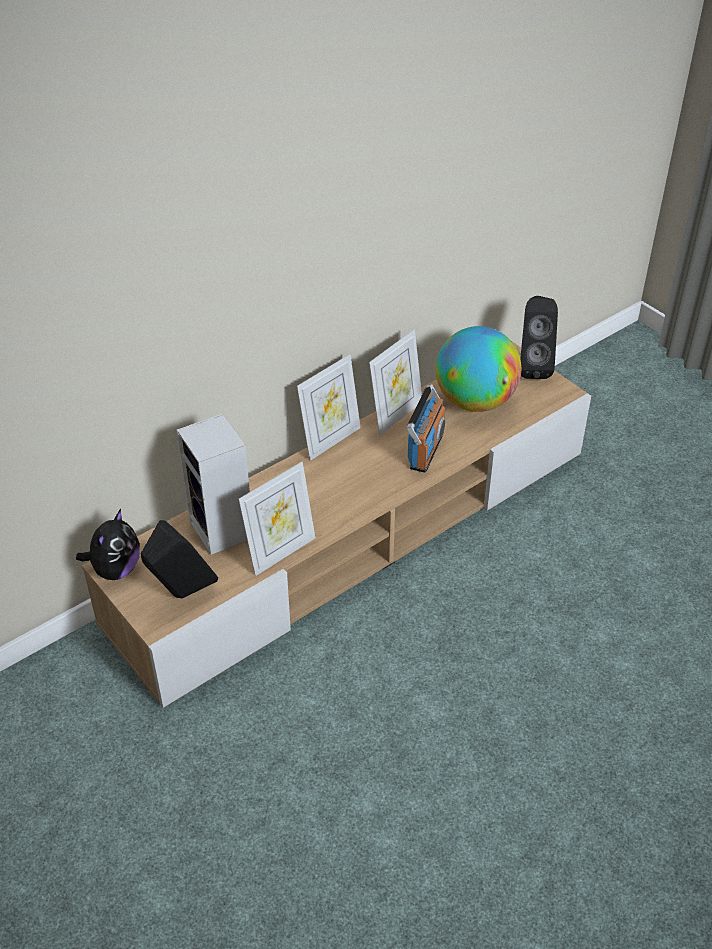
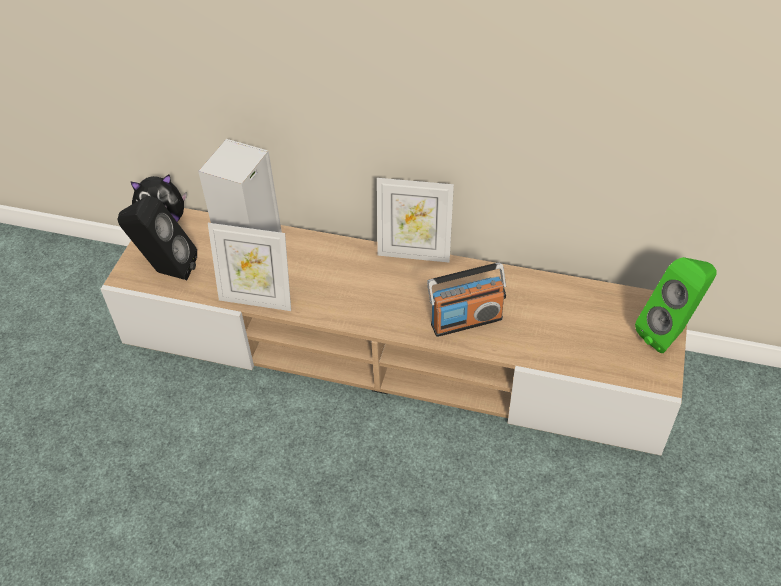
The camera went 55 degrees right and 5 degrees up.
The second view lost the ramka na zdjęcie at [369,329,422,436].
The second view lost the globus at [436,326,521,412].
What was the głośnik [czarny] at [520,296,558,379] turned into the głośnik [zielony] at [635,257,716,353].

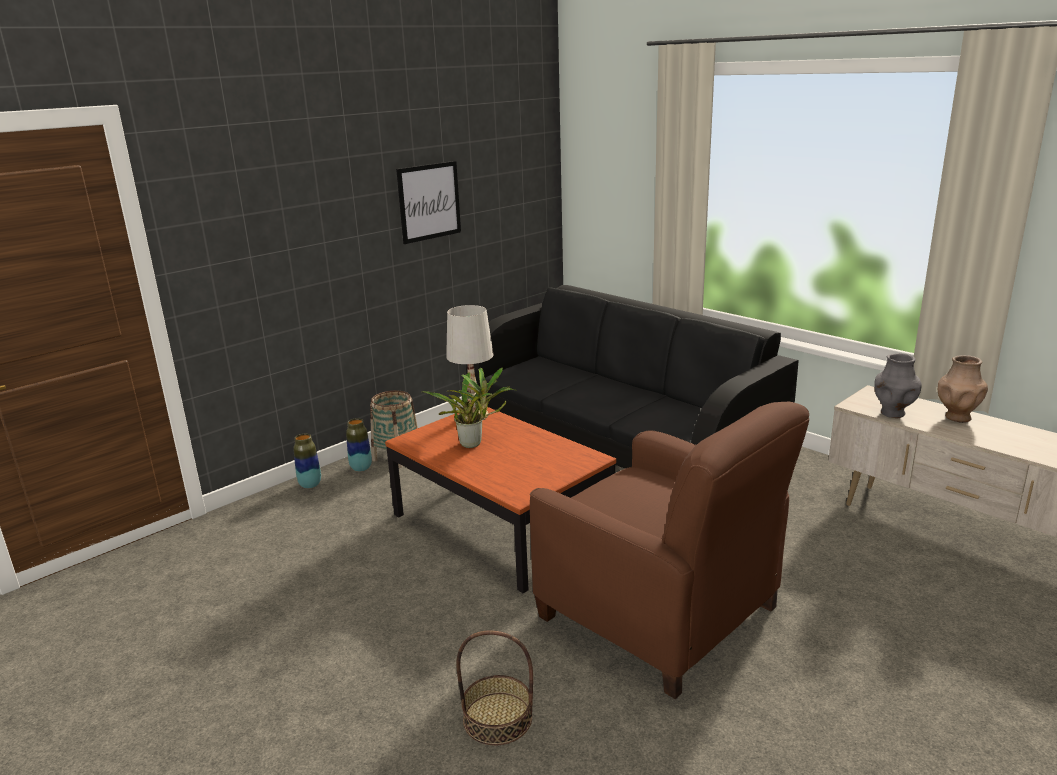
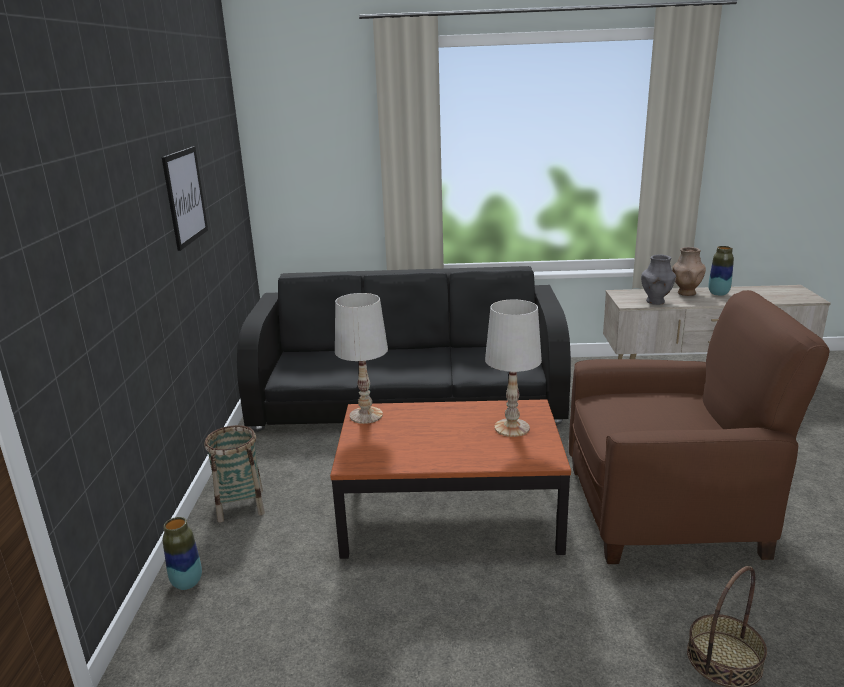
The camera went 45 degrees left and 0 degrees up.
The second view lost the roślina doniczkowa at [421,367,517,448].
The second view gained the lampa stołowa [biały] at [485,299,542,437].
The wazon ended up elsewhere, having gone from [346,418,372,472] to [708,246,734,296].

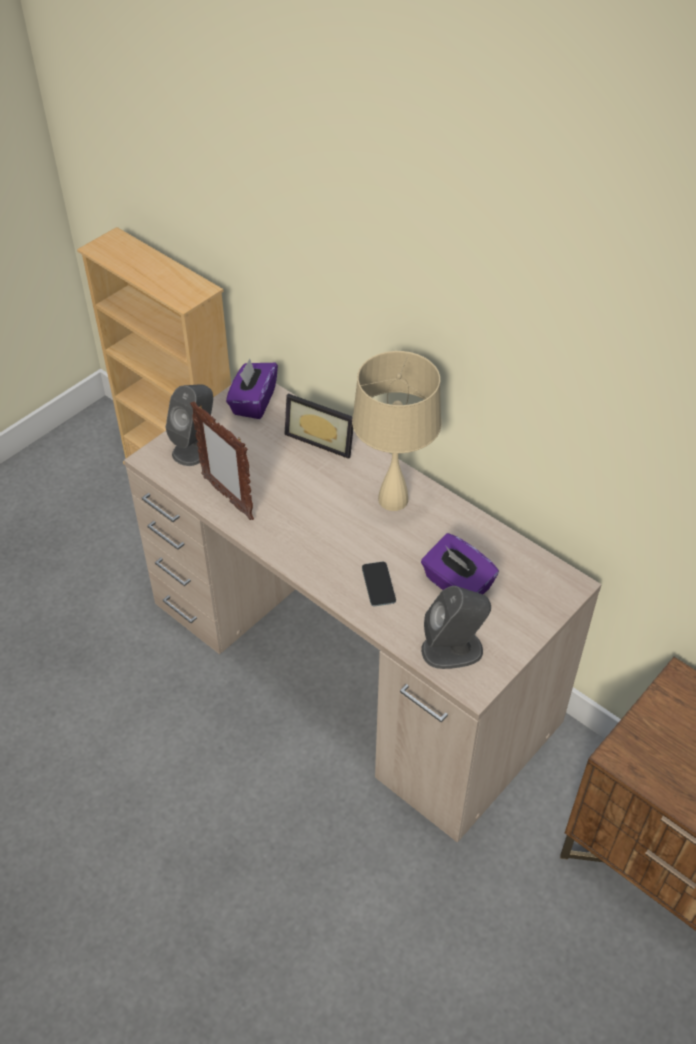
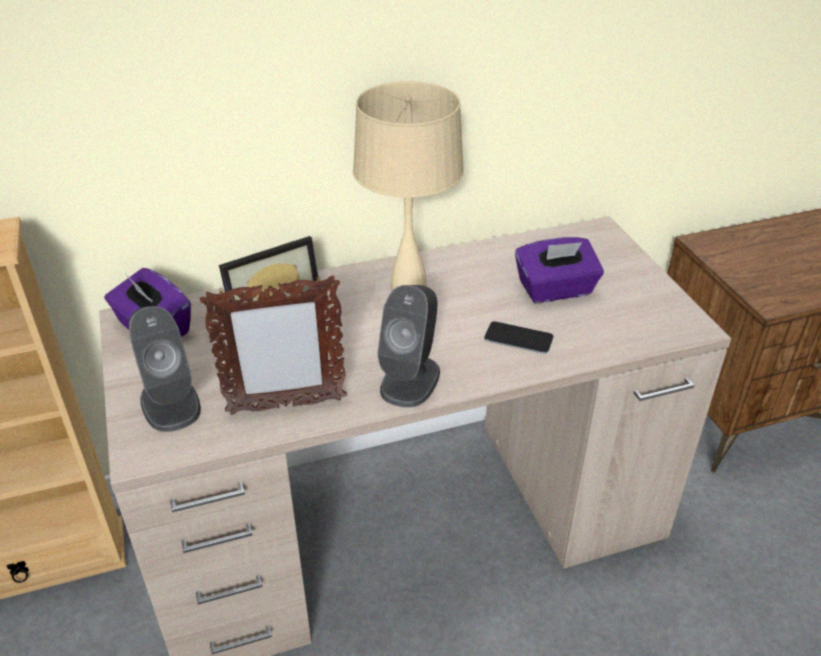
The camera went 60 degrees left and 10 degrees down.
The głośnik [szary] ended up elsewhere, having gone from [421,586,491,669] to [377,285,440,408].

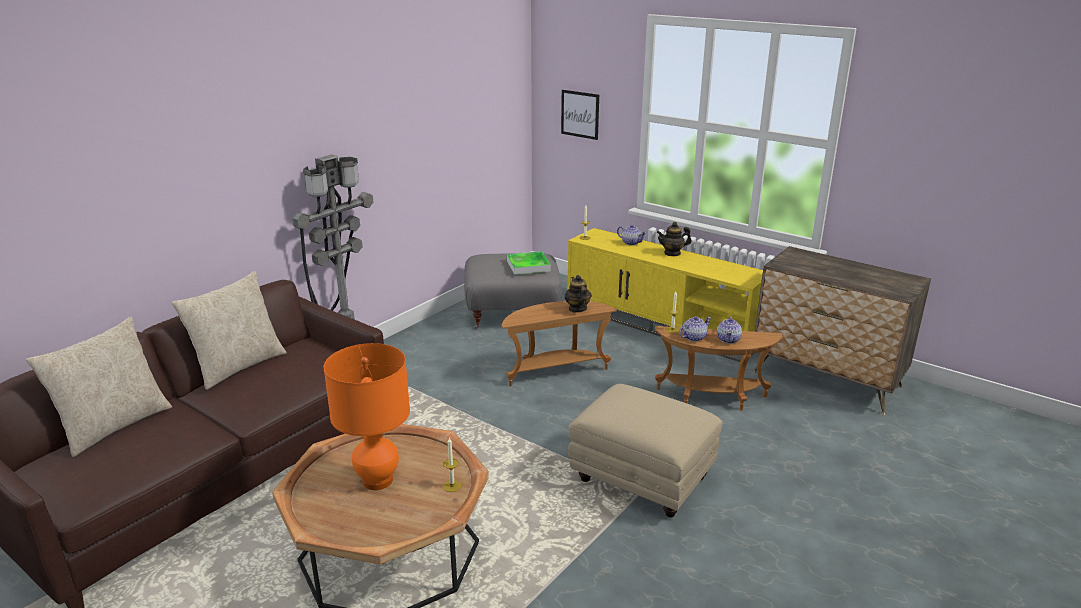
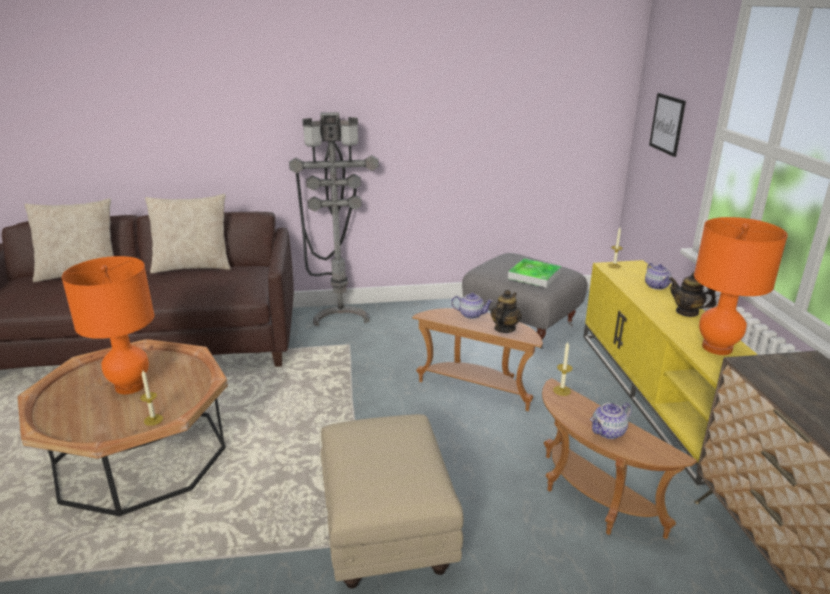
The camera went 45 degrees right and 0 degrees up.
The second view gained the lampa stołowa [pomarańczowy] at [694,217,788,355].
The imbryk ended up elsewhere, having gone from [679,316,711,342] to [451,293,493,319].

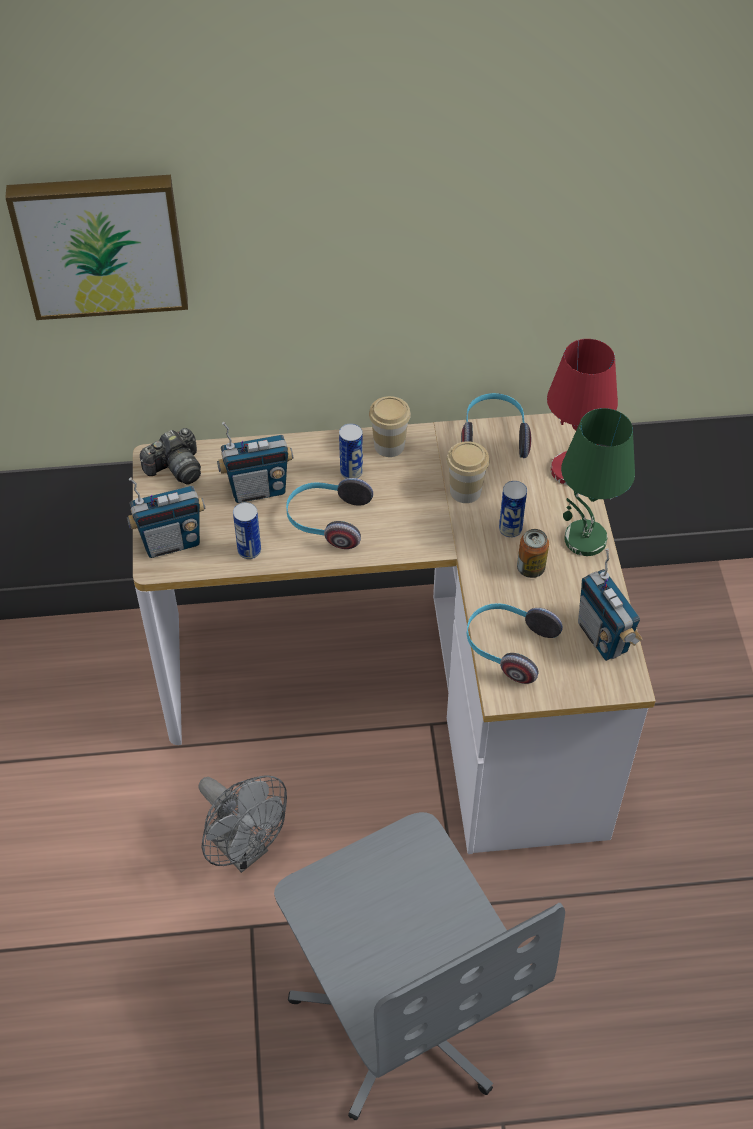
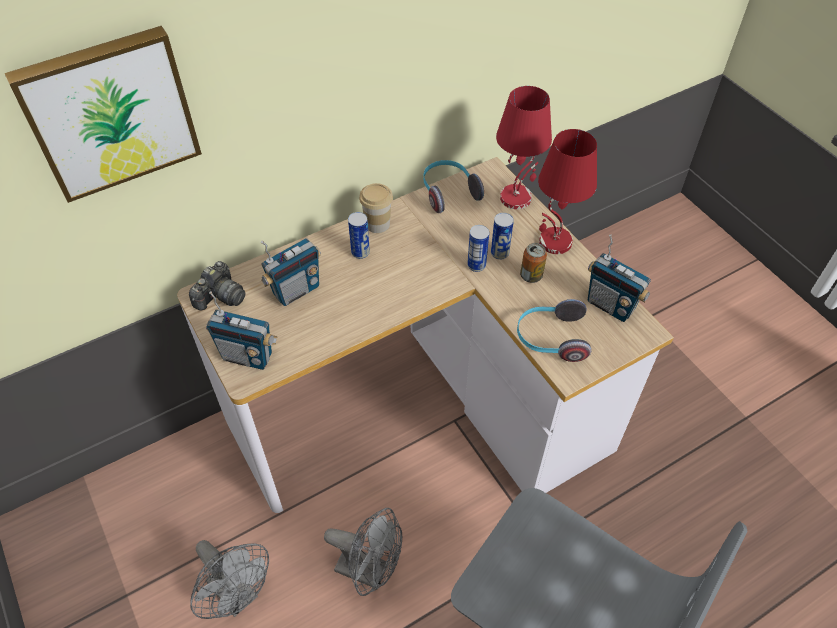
The camera went 25 degrees left and 0 degrees up.
The second view lost the słuchawki at [286,478,373,549].
The second view lost the filiżanka at [447,441,489,503].
The second view gained the wentylator [szary] at [190,540,269,619].
The puszka ended up elsewhere, having gone from [233,502,261,559] to [467,225,489,272].
What was the lampa stołowa [zielony] at [561,408,635,556] turned into the lampa stołowa [czerwony] at [538,129,597,254].
The radio at [127,477,205,558] ended up facing another way, 60 degrees clockwise from before.

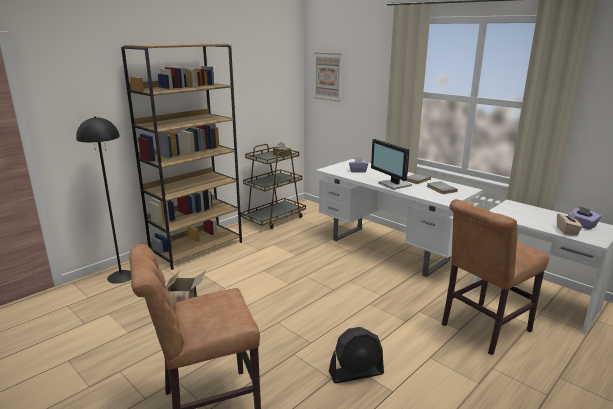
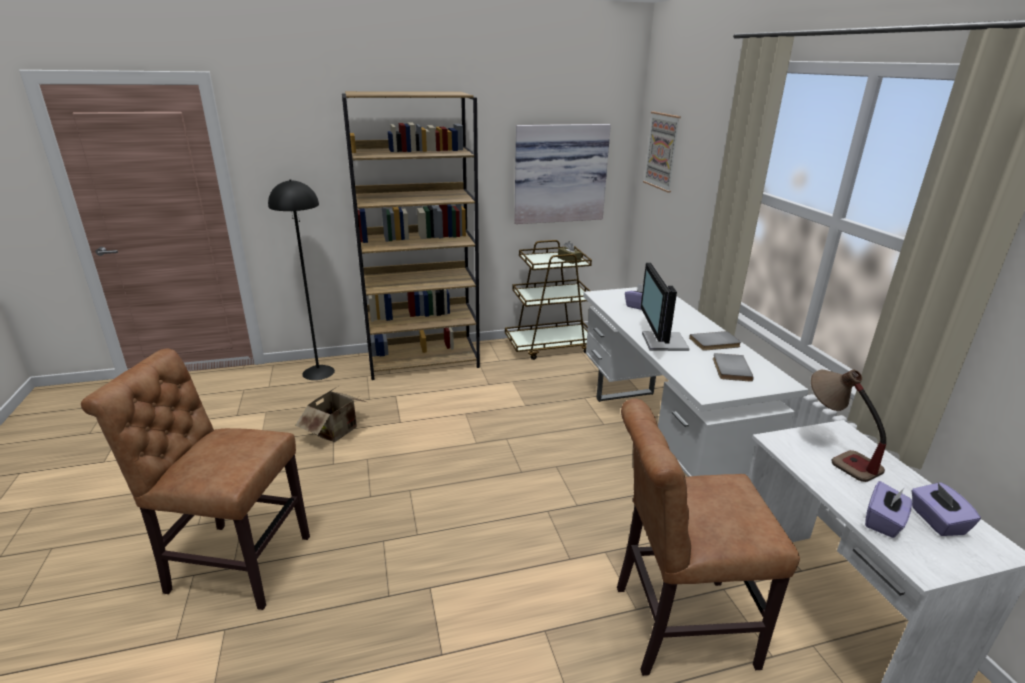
The camera went 30 degrees right and 5 degrees up.
The second view lost the wentylator [czarny] at [329,327,384,384].
The second view gained the obraz at [514,124,611,224].
The second view gained the lampa stołowa at [811,369,886,482].
What was the pudełko chusteczek [beżowy] at [557,211,583,235] turned into the pudełko chusteczek [fioletowy] at [865,481,912,538].

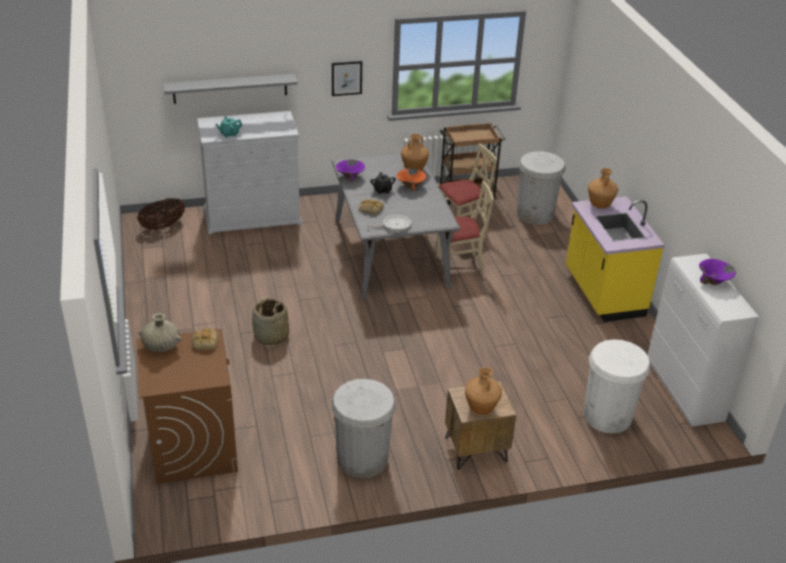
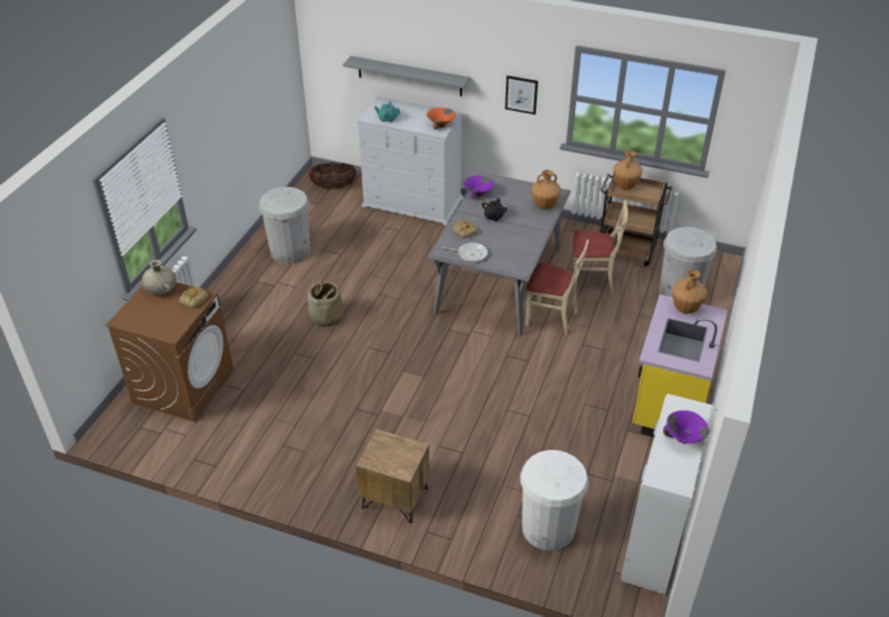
The camera went 35 degrees right and 5 degrees up.
The kosz na śmieci [biały] ended up elsewhere, having gone from [331,379,396,478] to [259,187,310,265].
The miska [pomarańczowy] ended up elsewhere, having gone from [397,168,426,192] to [426,108,455,130].
The wazon [brązowy] ended up elsewhere, having gone from [465,367,502,415] to [613,150,643,190].

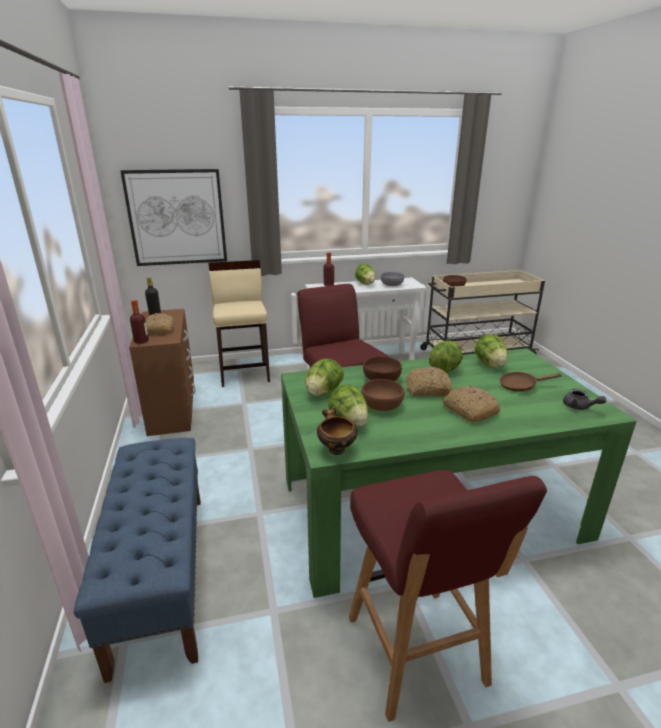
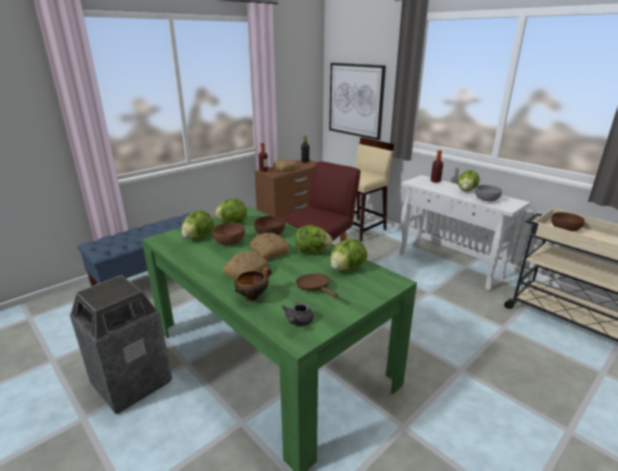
The camera went 60 degrees right and 0 degrees up.
The miska ended up elsewhere, having gone from [317,408,358,455] to [234,265,272,302].
Where the stołek [czerwony] stood at [349,470,547,722], the kosz na śmieci came to stand at [70,275,172,414].

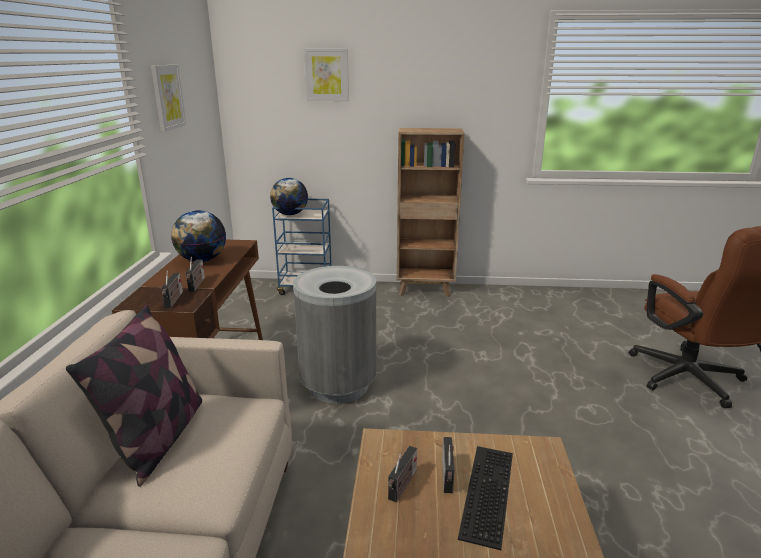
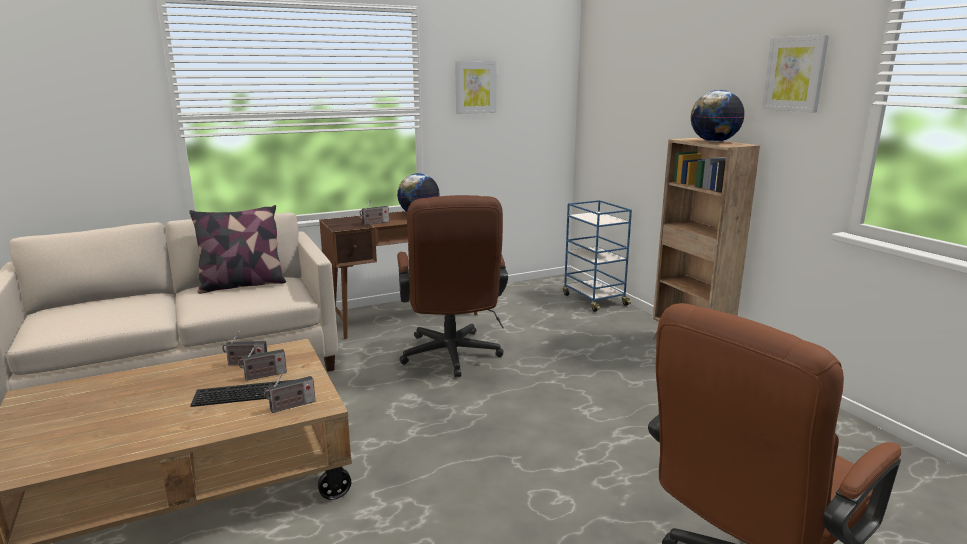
The camera went 60 degrees right and 5 degrees down.
The radio ended up elsewhere, having gone from [161,271,183,308] to [264,371,315,413].
The globus ended up elsewhere, having gone from [270,178,308,215] to [691,90,745,142].
The obraz ended up elsewhere, having gone from [304,49,349,101] to [762,35,829,112].
Where the kosz na śmieci [szary] stood at [293,266,377,403], the krzesło biurowe [brązowy] came to stand at [397,195,508,377].

